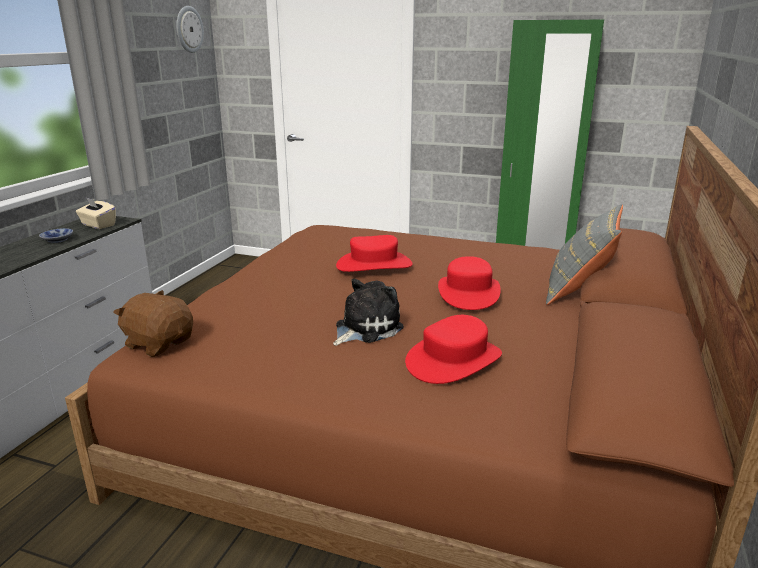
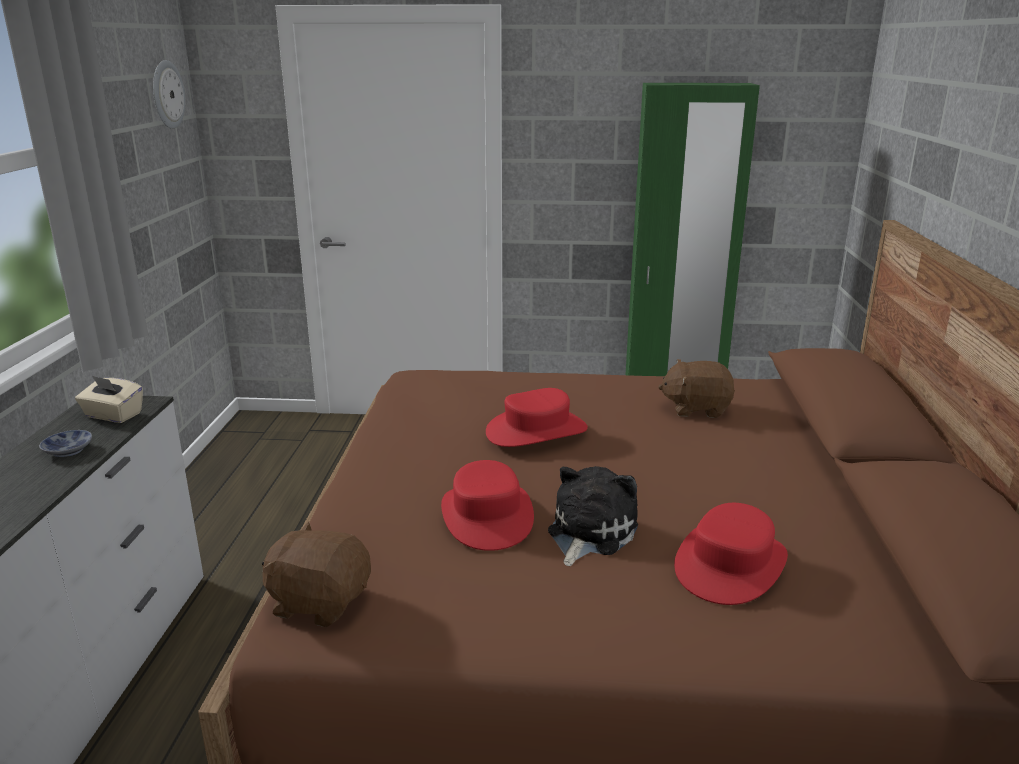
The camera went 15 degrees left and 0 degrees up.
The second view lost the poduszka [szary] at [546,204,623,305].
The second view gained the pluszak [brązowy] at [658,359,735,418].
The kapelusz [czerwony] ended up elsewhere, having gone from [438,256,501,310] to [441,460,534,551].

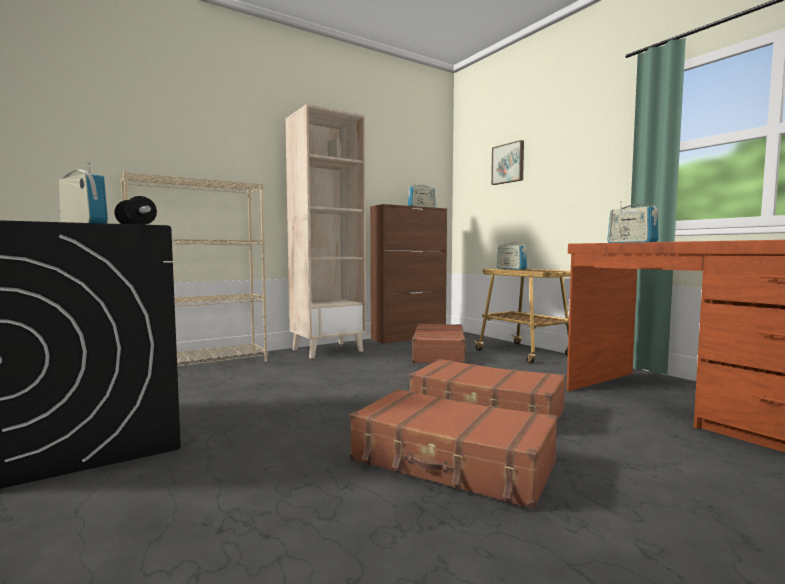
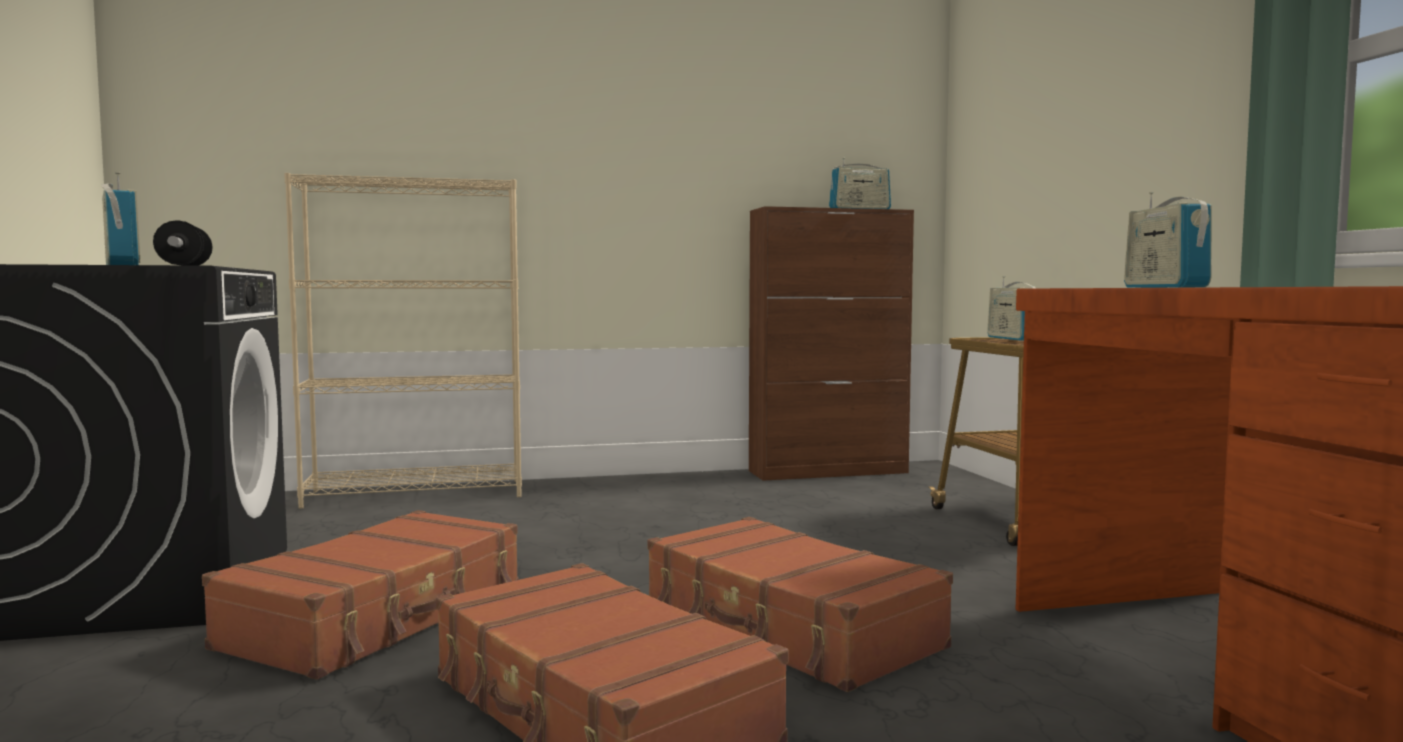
The camera went 20 degrees right and 0 degrees up.
The second view lost the regał [beżowy] at [285,104,366,359].
The second view lost the obraz at [491,140,524,185].
The walizka [brązowy] ended up elsewhere, having gone from [412,323,469,364] to [202,510,519,680].

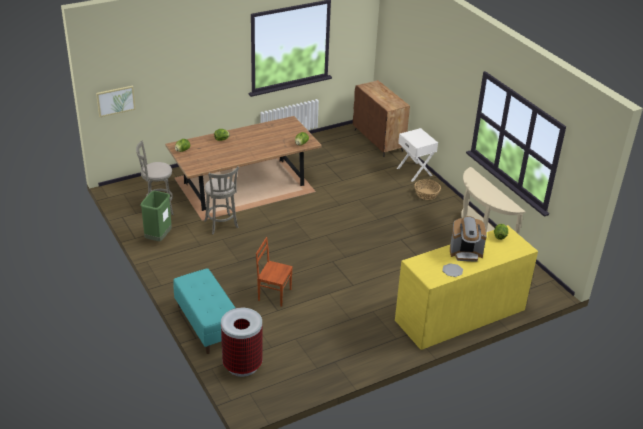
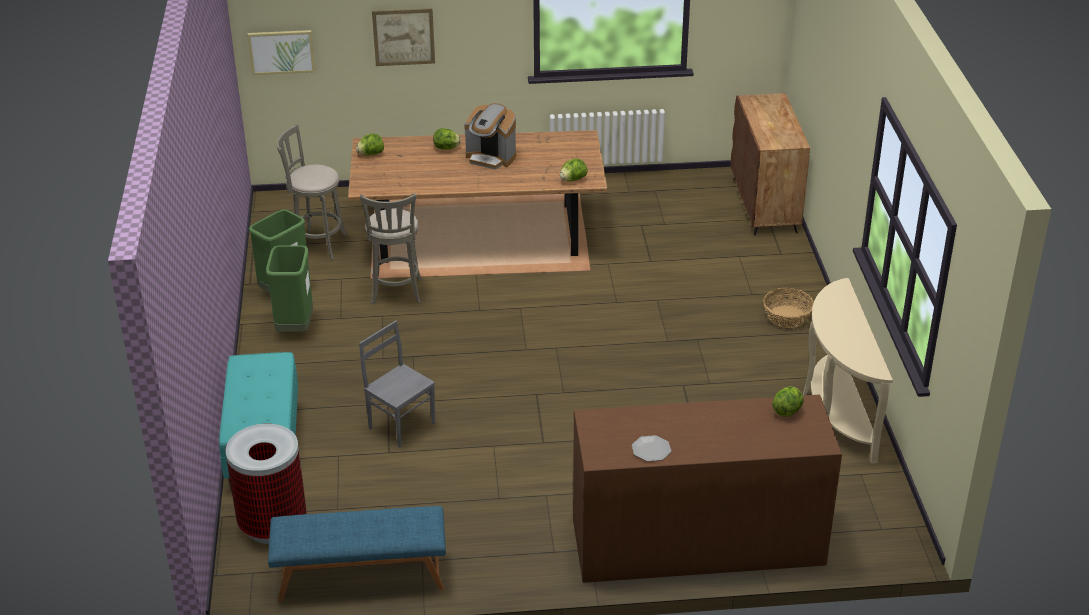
The camera went 25 degrees right and 0 degrees up.
The second view lost the szafka nocna [biały] at [397,128,438,182].
The second view gained the kosz na śmieci [zielony] at [266,245,313,332].
The second view gained the ławka [niebieski] at [268,506,446,602].
The second view gained the obraz at [372,8,435,66].
The ekspres do kawy ended up elsewhere, having gone from [450,216,487,262] to [465,103,516,170].
What was the krzesło [brązowy] at [256,237,293,307] turned into the krzesło [szary] at [359,320,435,448].
What was the komoda [żółty] at [395,225,538,350] turned into the komoda [brązowy] at [573,395,842,583].

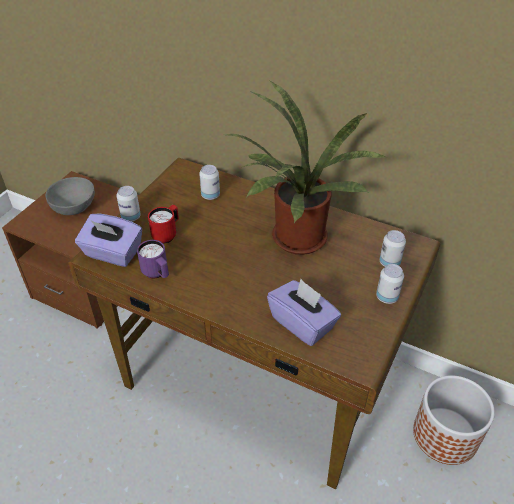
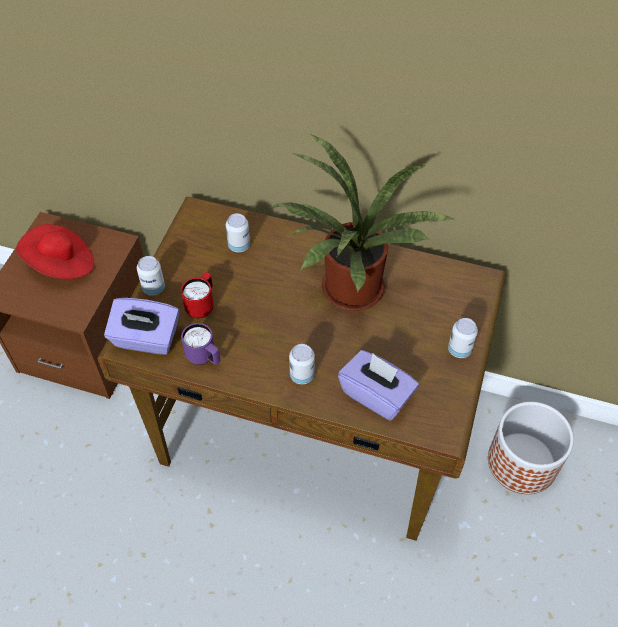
The camera went 10 degrees left and 10 degrees up.
The puszka ended up elsewhere, having gone from [380,230,406,267] to [289,344,315,384].
Where the miska [szary] stood at [46,177,95,215], the kapelusz [czerwony] came to stand at [16,224,94,279].

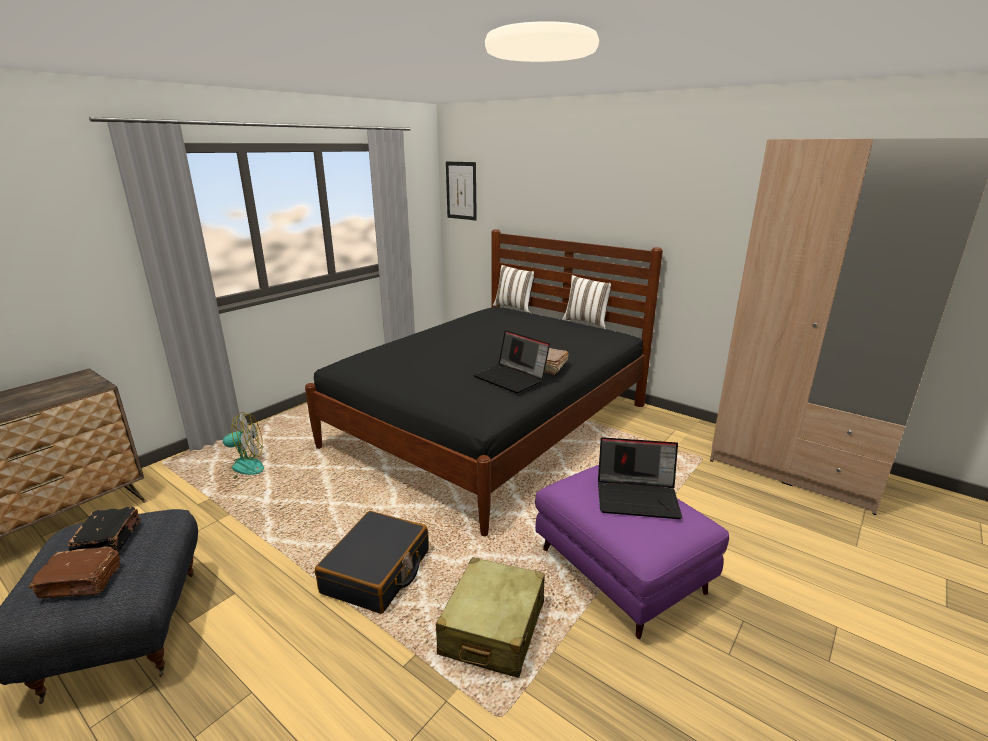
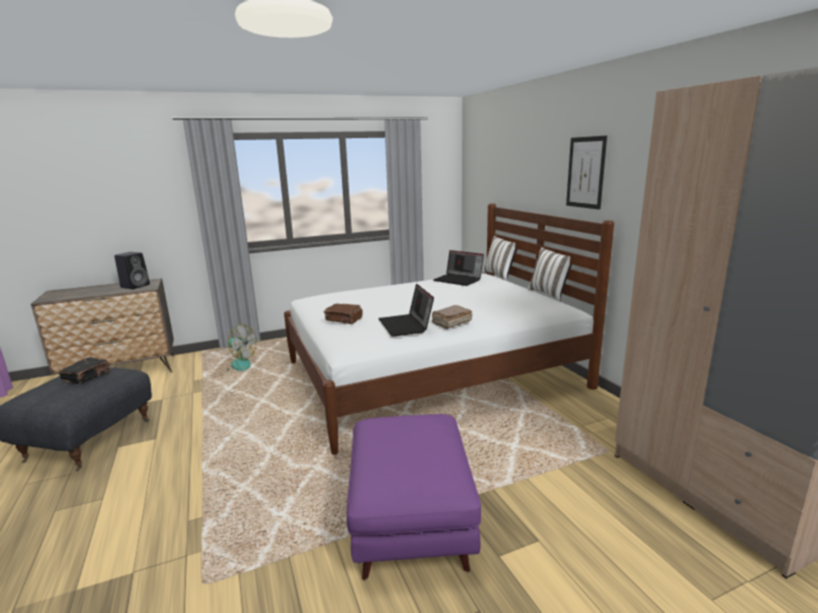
The camera went 30 degrees right and 5 degrees down.
The second view lost the walizka [czarny] at [315,511,429,614].
The second view lost the walizka [beżowy] at [436,557,545,678].
The second view gained the głośnik [czarny] at [114,252,150,289].
The książka [brązowy] ended up elsewhere, having gone from [28,546,120,598] to [323,303,363,324].
The obraz ended up elsewhere, having gone from [446,161,477,220] to [566,136,607,210].
The laptop ended up elsewhere, having gone from [598,437,682,519] to [433,250,484,286].
What was the łóżko [czarny] at [305,229,663,536] turned into the łóżko [biały] at [284,203,614,455].

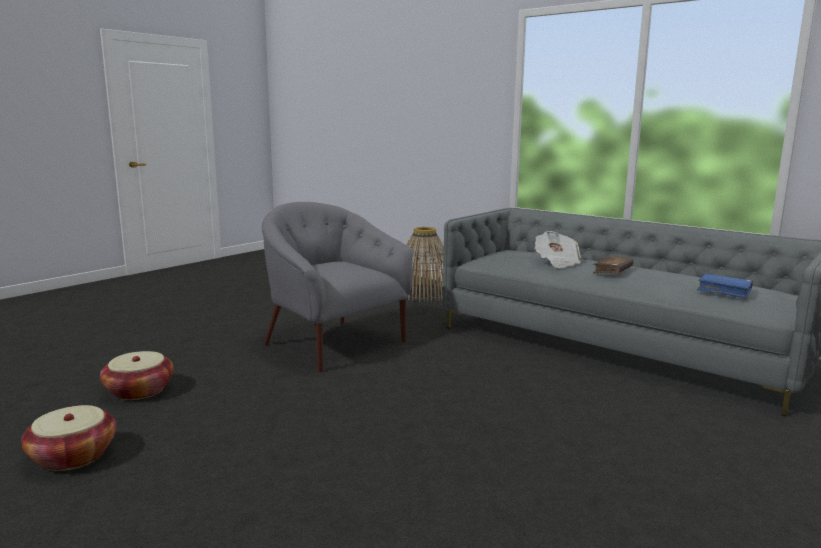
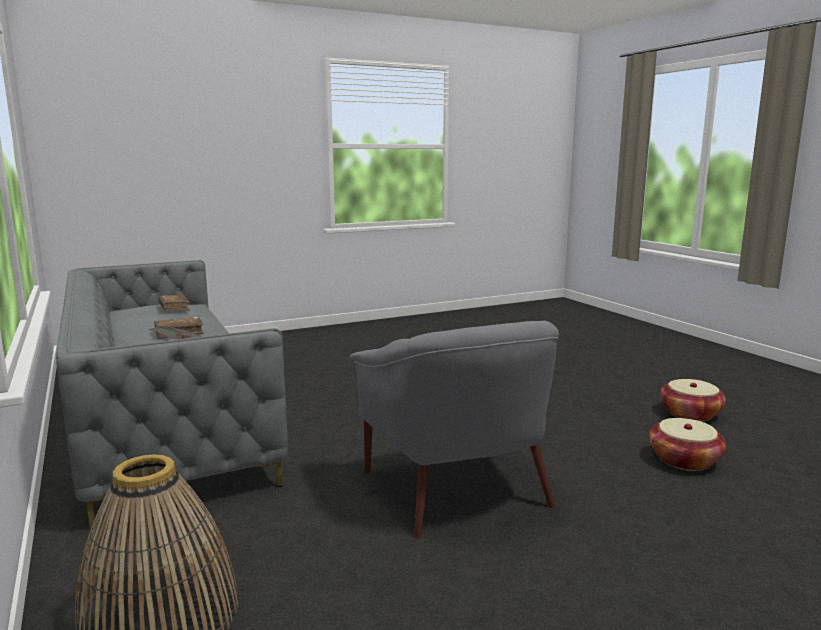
The camera went 155 degrees left and 0 degrees up.
What was the książka [niebieski] at [697,274,753,299] turned into the książka [brązowy] at [158,295,190,311].

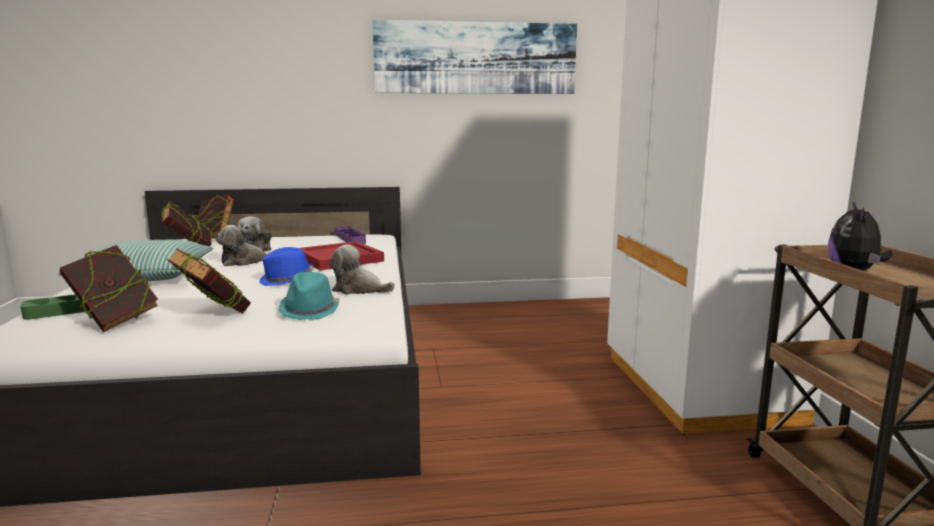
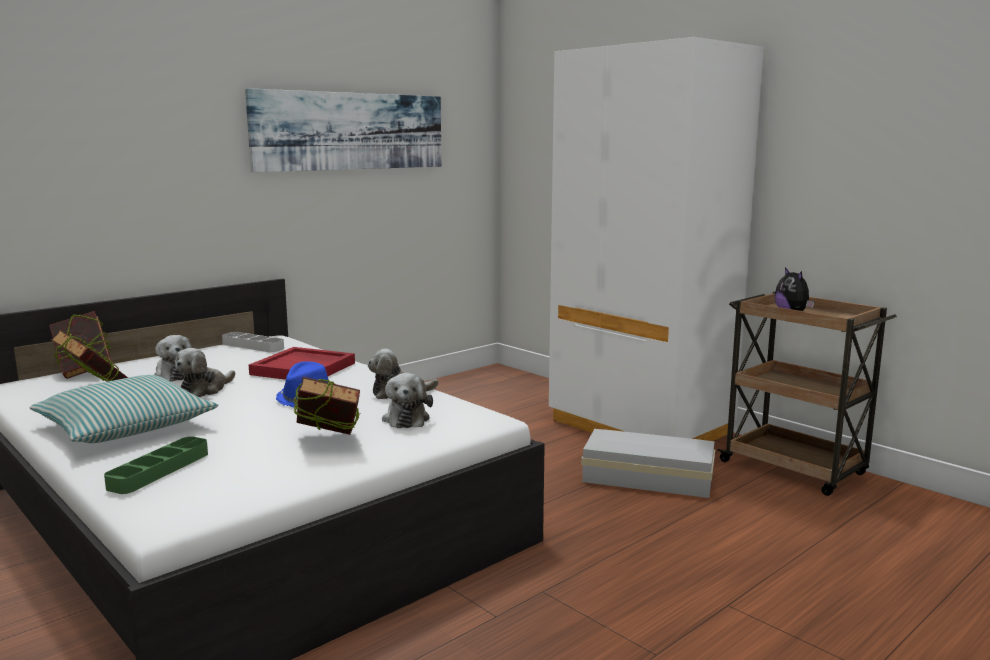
The camera went 35 degrees left and 0 degrees up.
The second view lost the książka at [60,245,158,332].
The second view gained the pojemnik do przechowywania [biały] at [581,429,715,498].
Where the kapelusz [turkusowy] stood at [278,272,340,320], the pluszak came to stand at [382,373,433,428].
What was the taca [fioletowy] at [335,226,366,244] turned into the taca [szary] at [222,332,284,352].

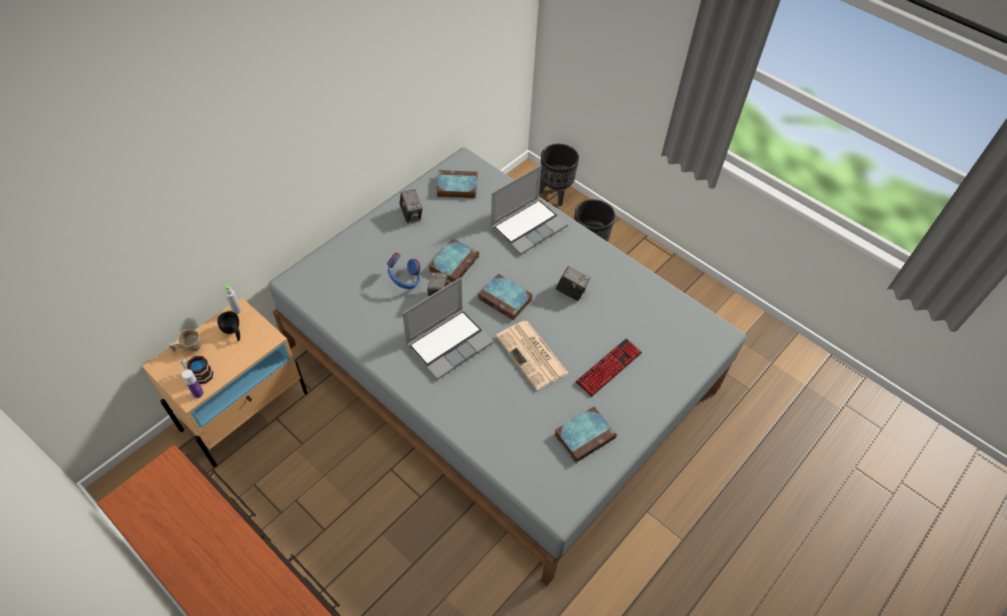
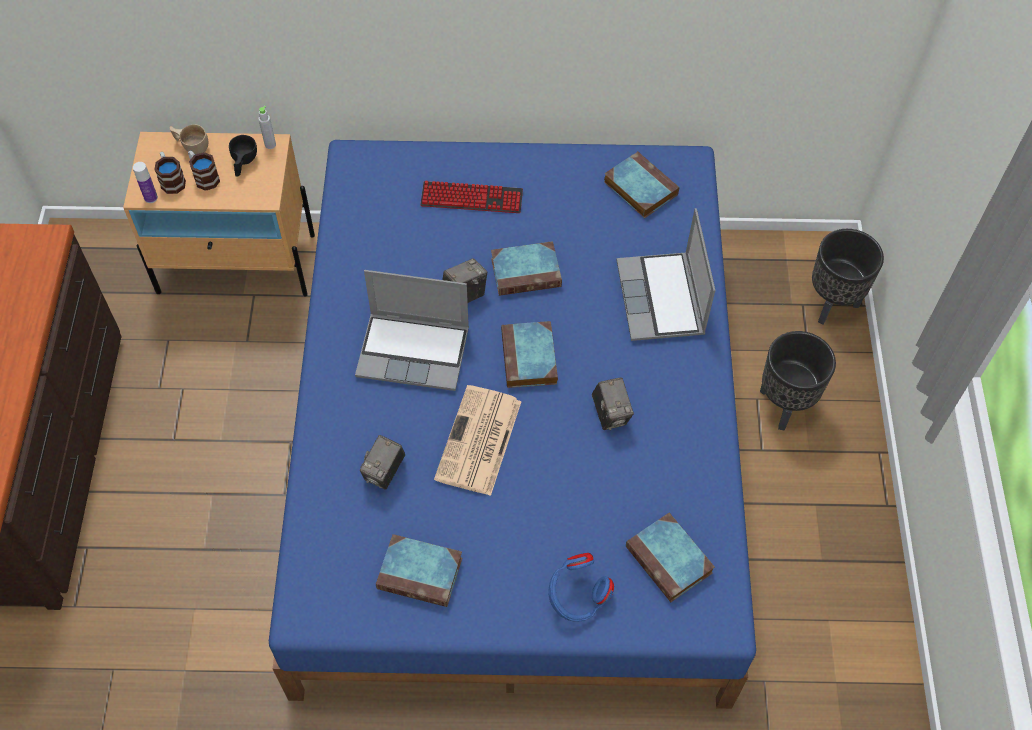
The camera went 50 degrees right and 5 degrees up.
The second view gained the kubek at [188,150,220,191].
The second view gained the książka at [626,513,715,602].
The słuchawki [niebieski] ended up elsewhere, having gone from [387,253,421,289] to [548,553,614,622].
The aparat fotograficzny ended up elsewhere, having gone from [400,189,422,223] to [360,435,405,490].
The klawiatura ended up elsewhere, having gone from [575,338,642,397] to [420,181,523,213].
What was the łóżko [szary] at [269,147,746,586] turned into the łóżko [niebieski] at [269,140,756,709].
The laptop at [490,165,568,255] ended up facing another way, 75 degrees clockwise from before.

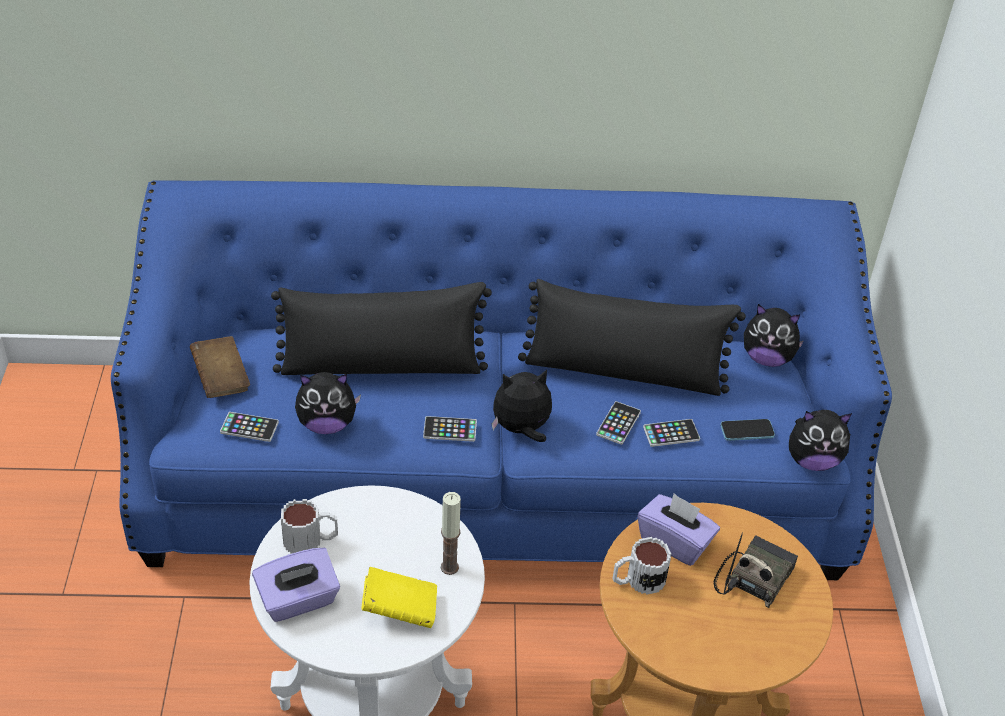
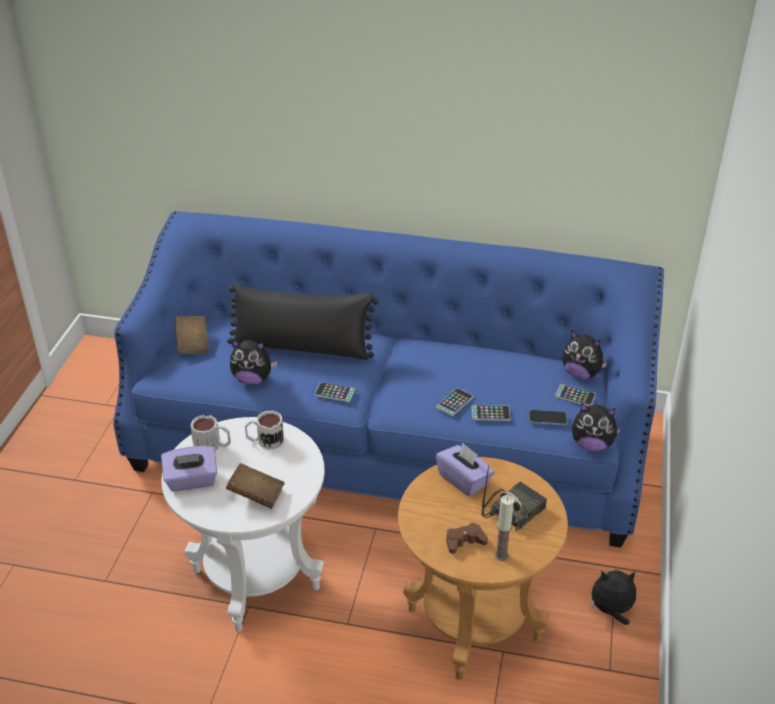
The camera went 15 degrees right and 5 degrees down.
The second view lost the poduszka [czarny] at [518,279,746,396].
The second view gained the pad do gier [brązowy] at [446,523,488,554].
The telefon ended up elsewhere, having gone from [220,412,279,442] to [555,384,596,406].
The świeca ended up elsewhere, having gone from [441,492,461,575] to [495,495,514,561].
The pluszak ended up elsewhere, having gone from [492,370,552,442] to [589,571,636,625].
The kubek ended up elsewhere, having gone from [612,537,671,595] to [245,411,284,450].
What was the książka [żółty] at [362,567,437,628] turned into the książka [brązowy] at [226,463,285,509].

